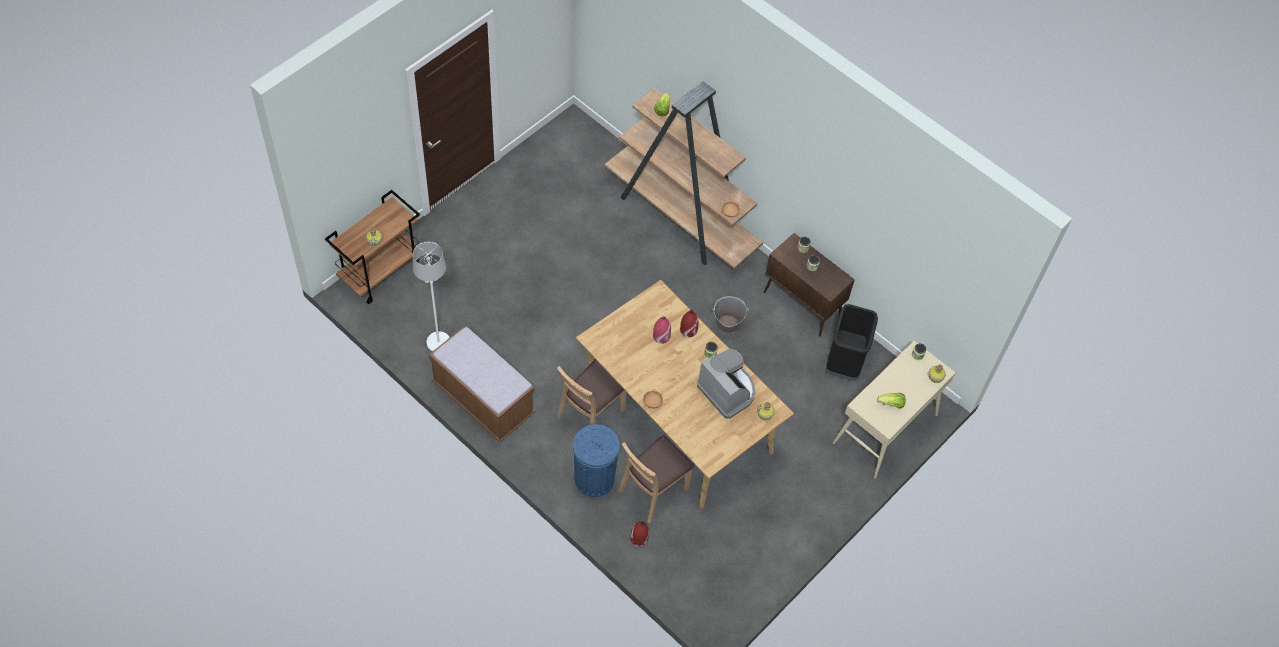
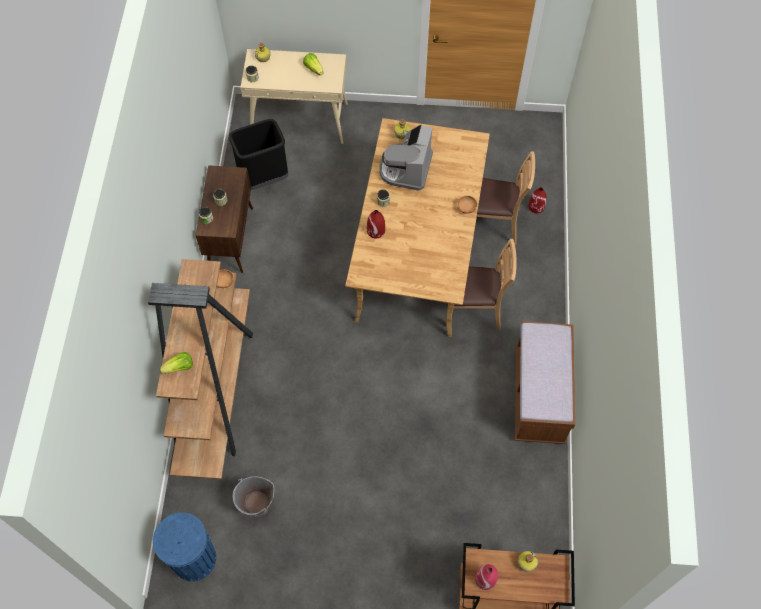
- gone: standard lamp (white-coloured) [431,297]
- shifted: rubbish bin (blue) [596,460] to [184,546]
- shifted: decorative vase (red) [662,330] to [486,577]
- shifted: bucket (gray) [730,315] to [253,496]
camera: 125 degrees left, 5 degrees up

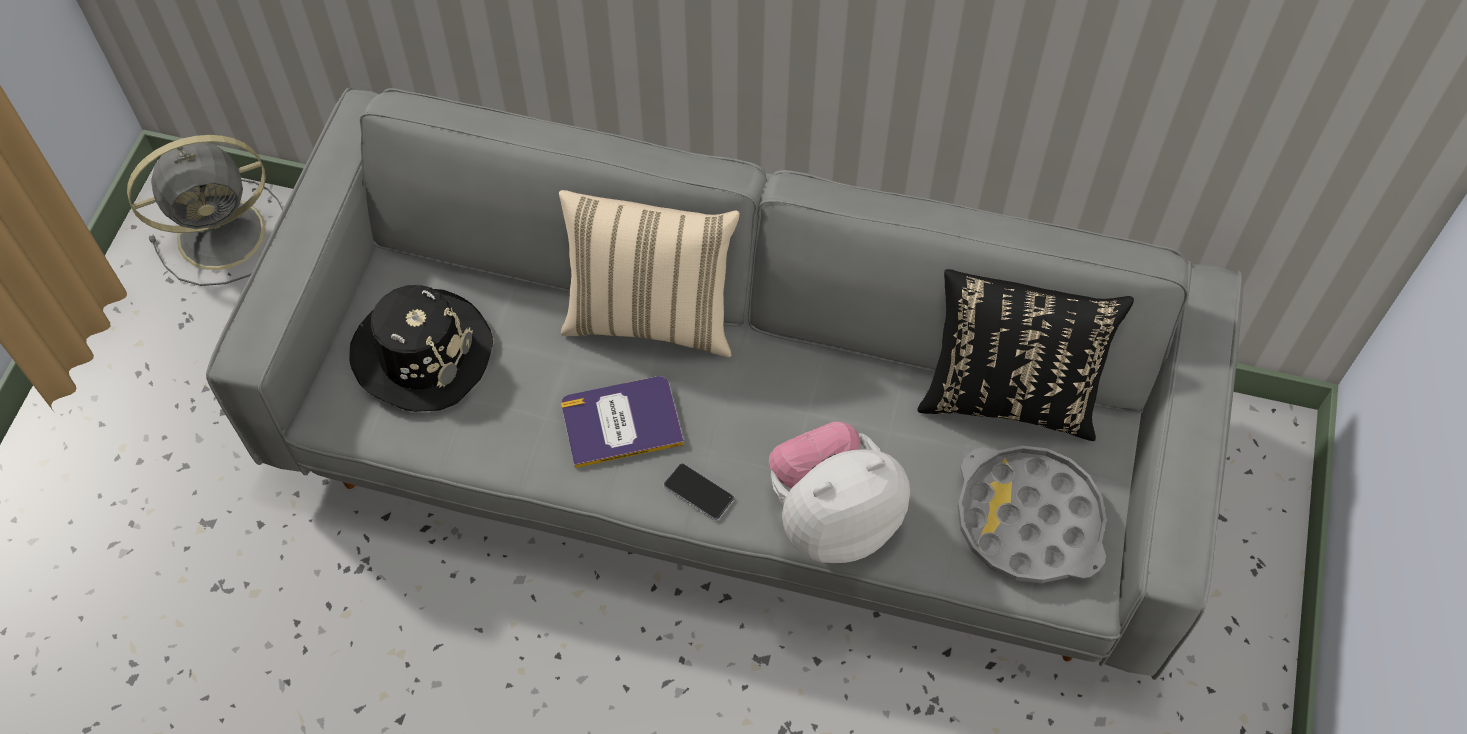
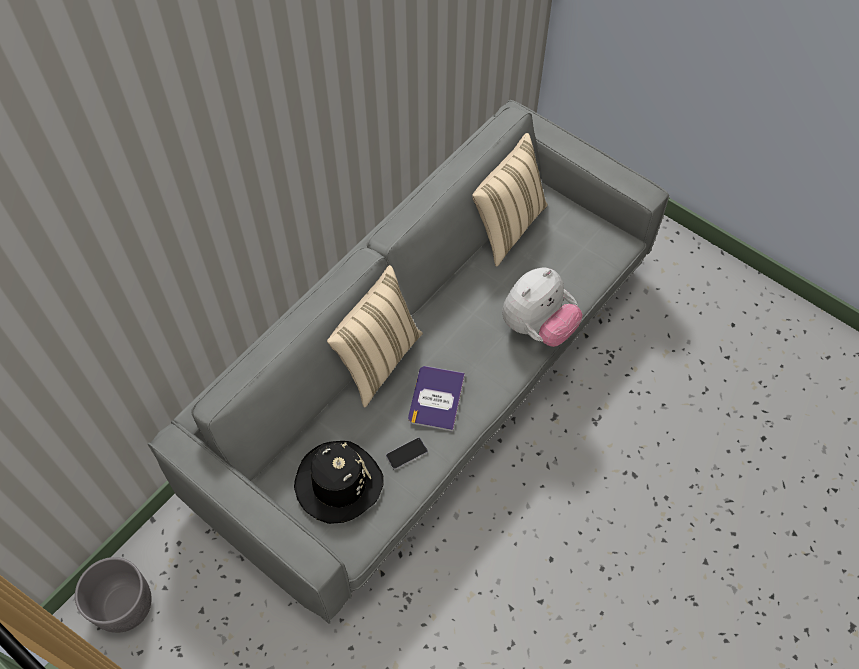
- swapped: cooling fan (gray) [205,210] to planter (gray) [113,595]
- shifted: phone [698,491] to [407,453]
- rotated: cuddly toy [839,492] = [542,307] 135 degrees counterclockwise
- repainted: throw pillow (black) [1025,355] to throw pillow (beige-coloured) [510,200]
- gone: carrying tray (gray) [1032,515]
camera: 65 degrees left, 0 degrees up

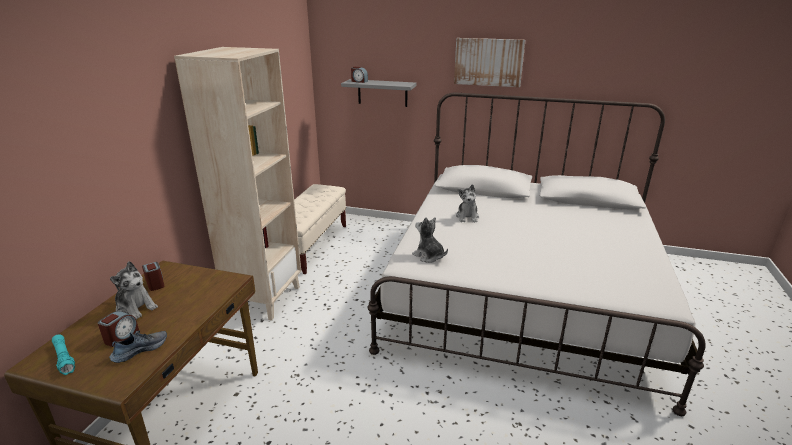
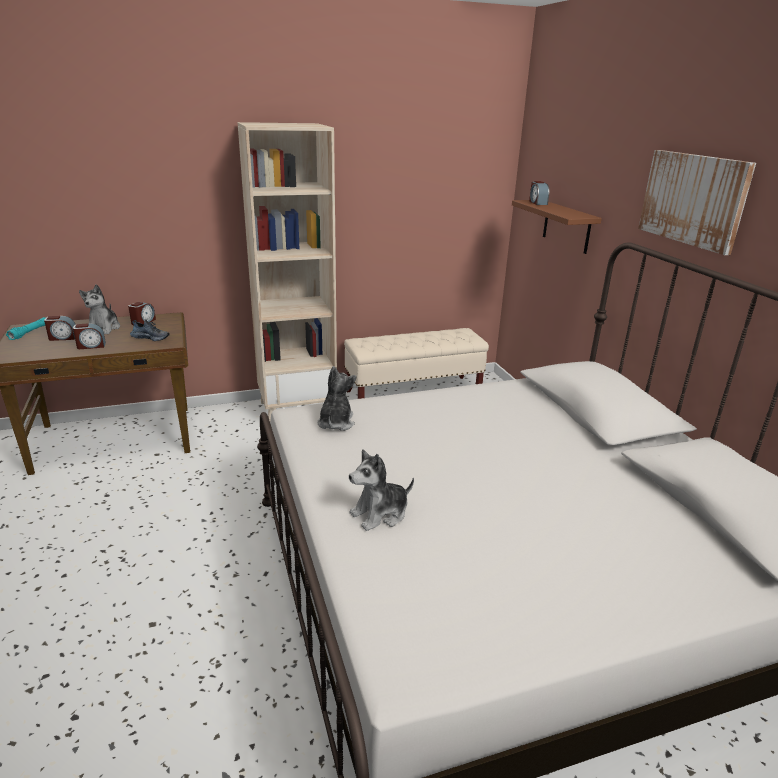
- shifted: low shoe [138,347] to [150,330]
- repainted: wall shelf (gray) [378,93] to wall shelf (brown-coloured) [557,227]
- shifted: cuddly toy [467,203] to [381,490]
- new: bedside clock [89,336]
camera: 55 degrees right, 0 degrees up

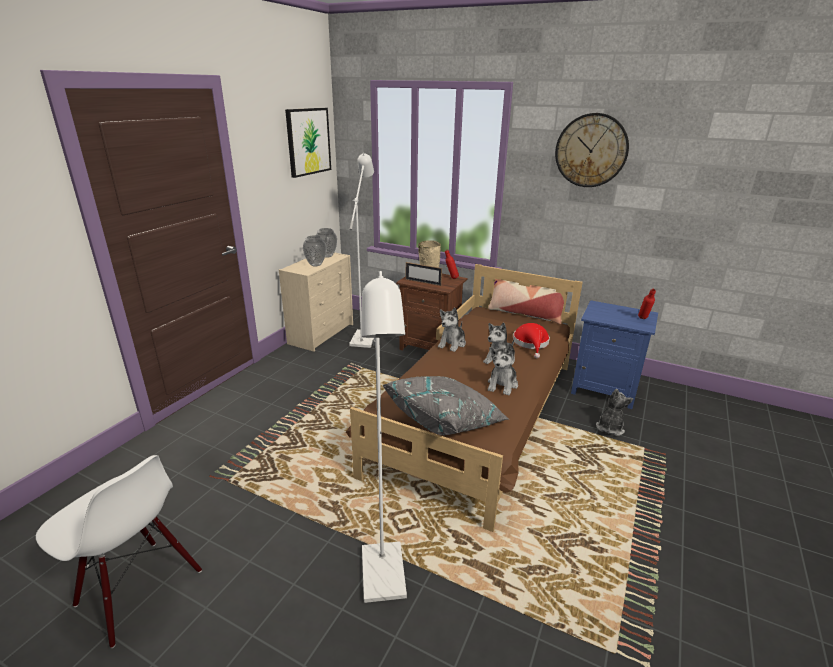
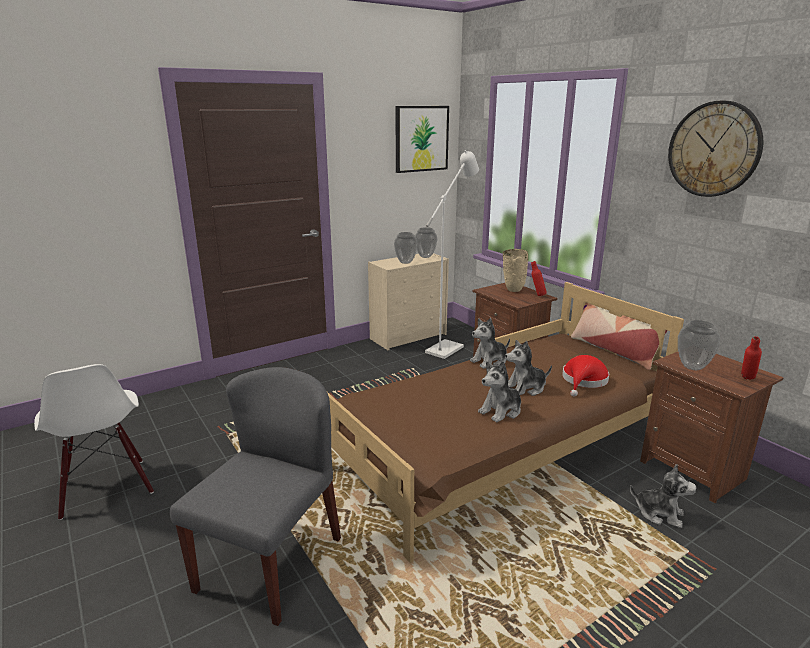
- swapped: standard lamp (white-coloured) [384,437] to plain chair (gray) [255,496]
- gone: throw pillow (gray) [445,405]
- gone: picture frame [424,274]
- repainted: bedside table (blue) [614,354] to bedside table (brown-coloured) [712,428]
- rotated: cuddly toy [614,412] = [663,496] 60 degrees clockwise
- new: decorative vase [699,345]
camera: 30 degrees right, 5 degrees down

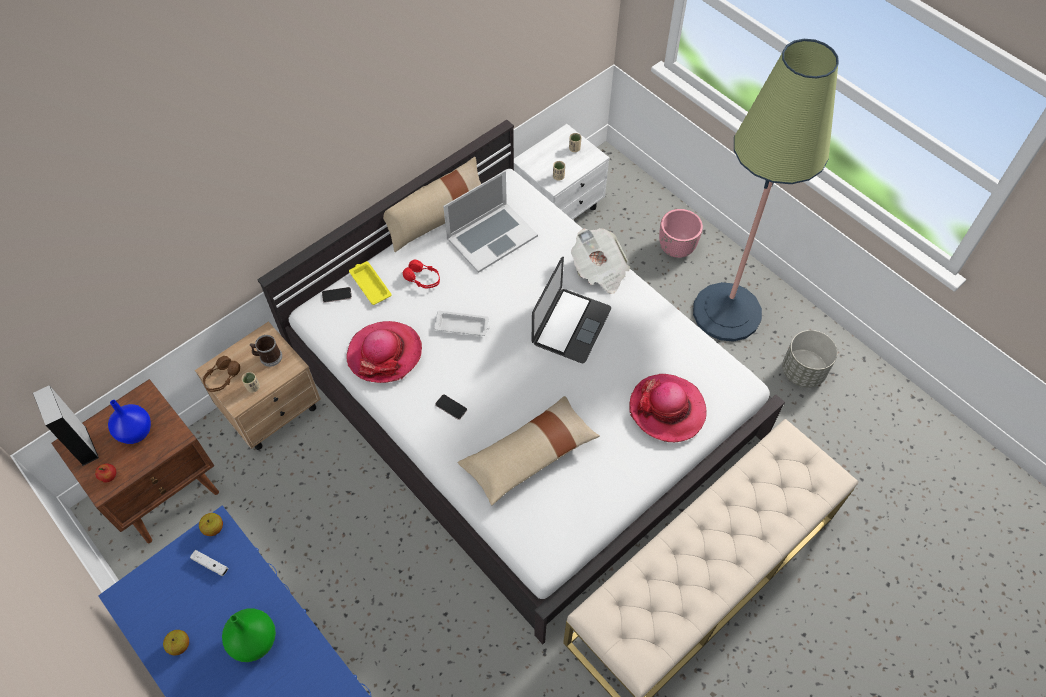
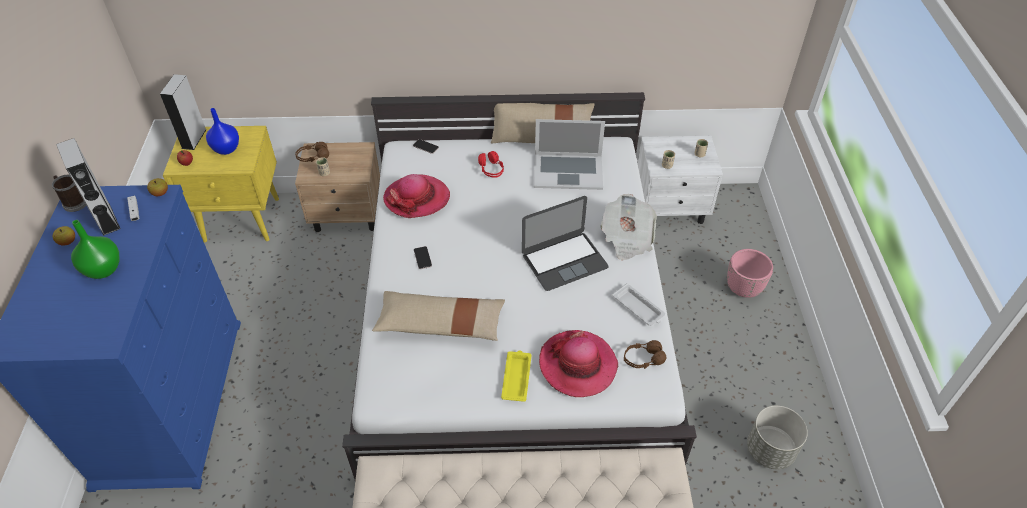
- repainted: bedside table (brown-coloured) [135,461] to bedside table (yellowish) [221,184]
- shifted: coffee mug [266,351] to [69,193]
- shifted: carrying tray (yellowish) [370,283] to [516,376]
- shifted: carrying tray (white-coloured) [462,323] to [638,304]
- gone: standard lamp [766,190]
- new: audio speaker (gray) [88,187]
- new: headphones (brown-coloured) [645,354]
camera: 40 degrees right, 10 degrees down

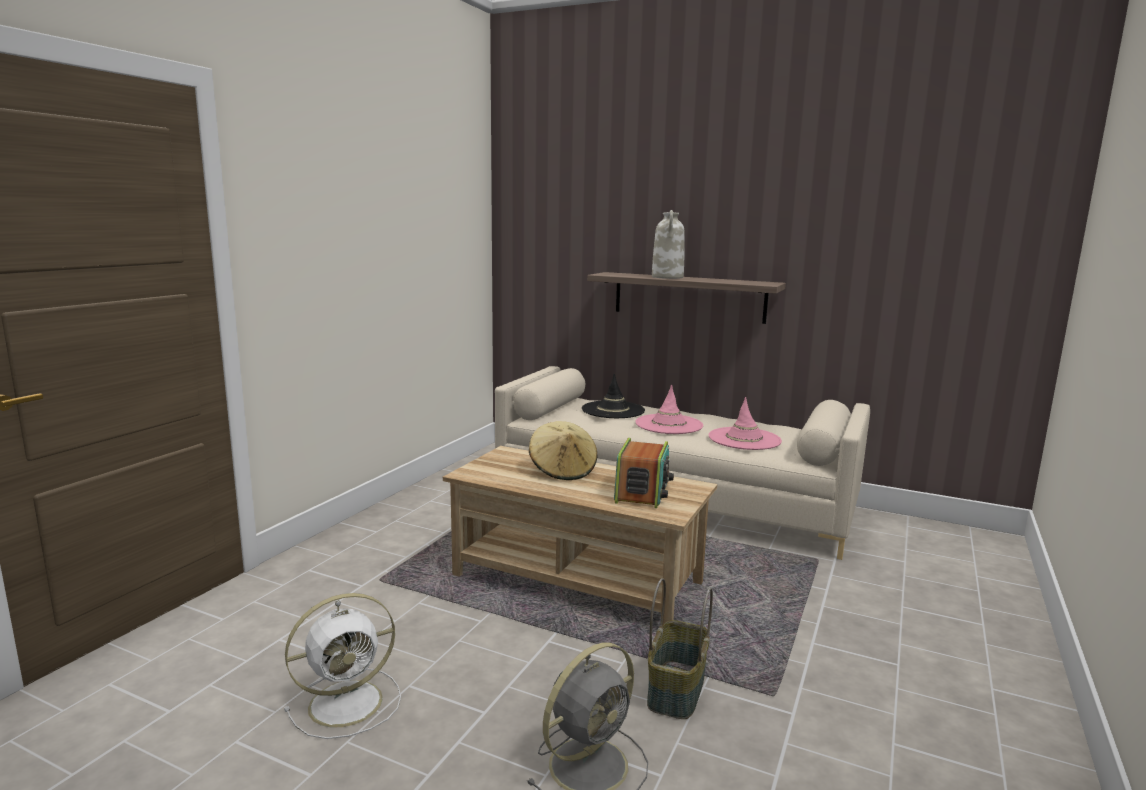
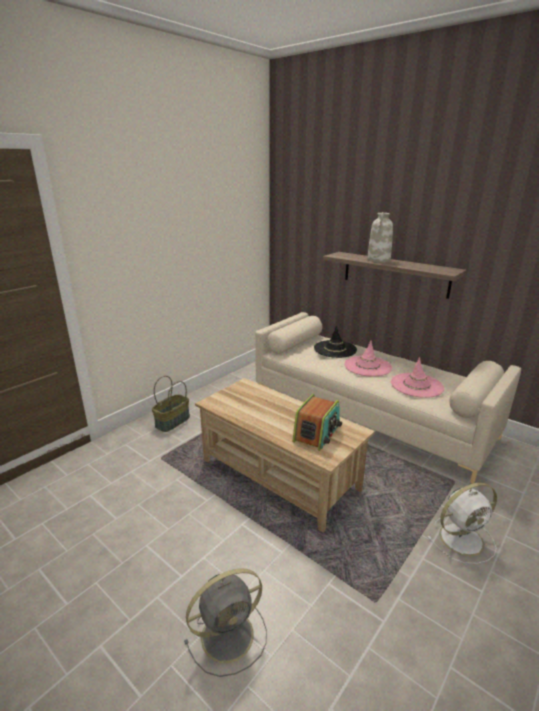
- shifted: cooling fan (white-coloured) [342,666] to [462,523]
- gone: clothing hat (beige-coloured) [563,450]
- shifted: storage basket [680,648] to [171,404]
camera: 15 degrees right, 10 degrees up

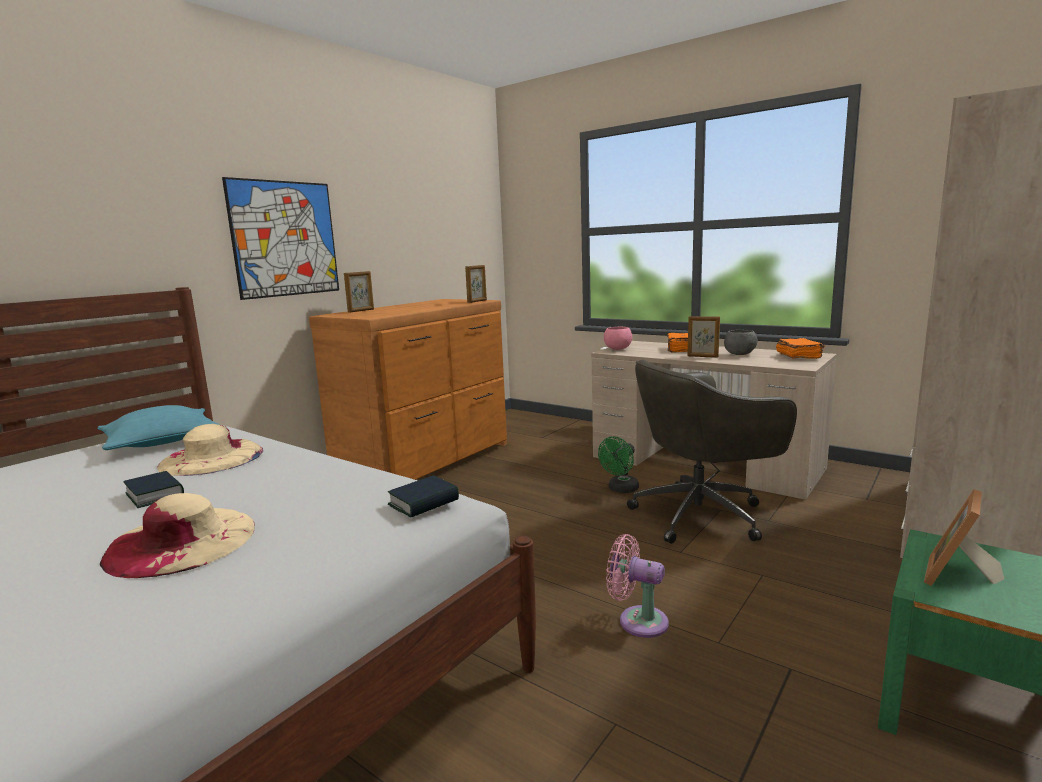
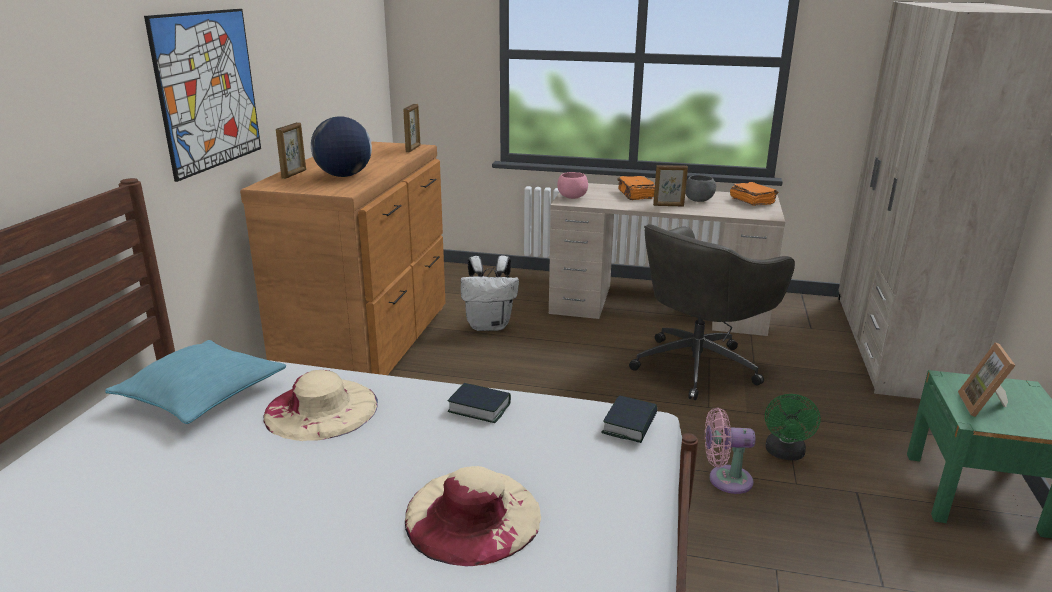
- shifted: volume [153,489] to [479,403]
- shifted: cooling fan (green-coloured) [618,464] to [793,427]
- new: desk globe [341,146]
- new: backpack (white-coloured) [490,293]
camera: 25 degrees left, 10 degrees up

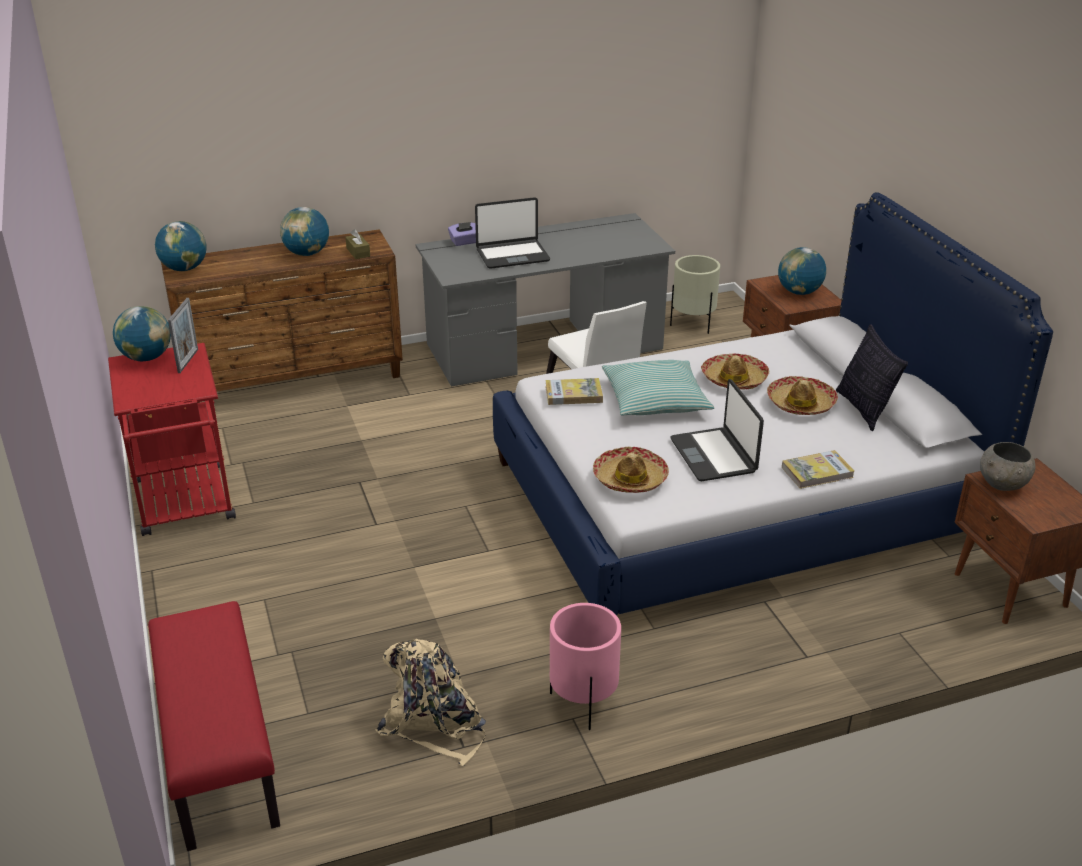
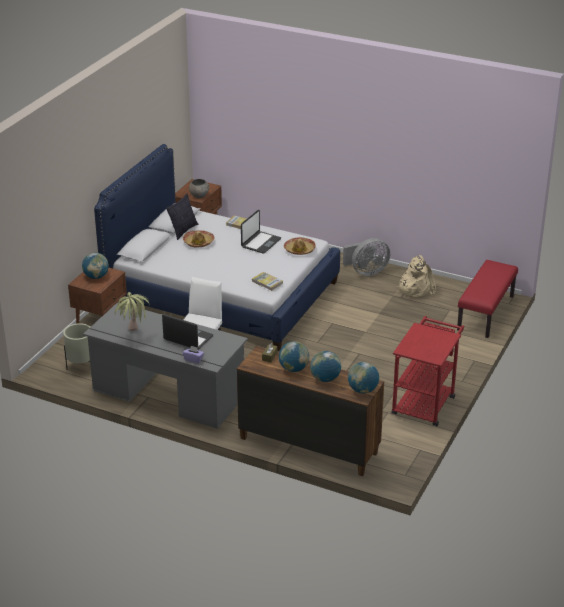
- shifted: desk globe [142,333] to [325,366]
- gone: picture frame [183,335]
- swapped: planter (pink) [585,666] to cooling fan (gray) [366,257]
- gone: throw pillow [658,388]
- gone: clothing hat [735,371]
- new: potted plant [131,311]
camera: 135 degrees left, 0 degrees up

